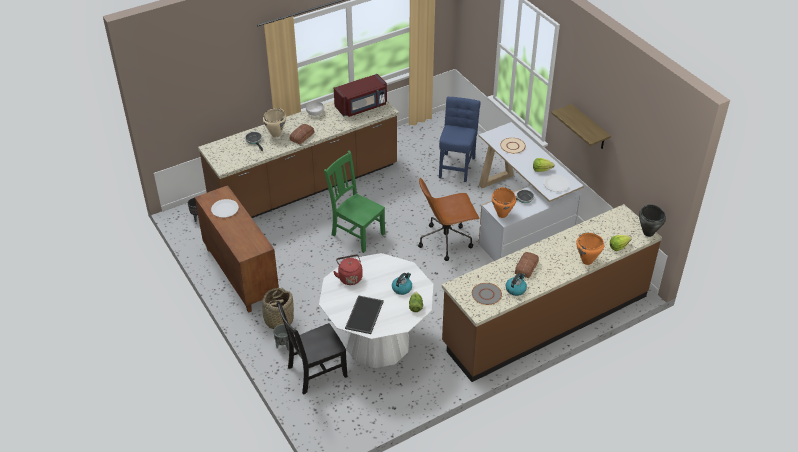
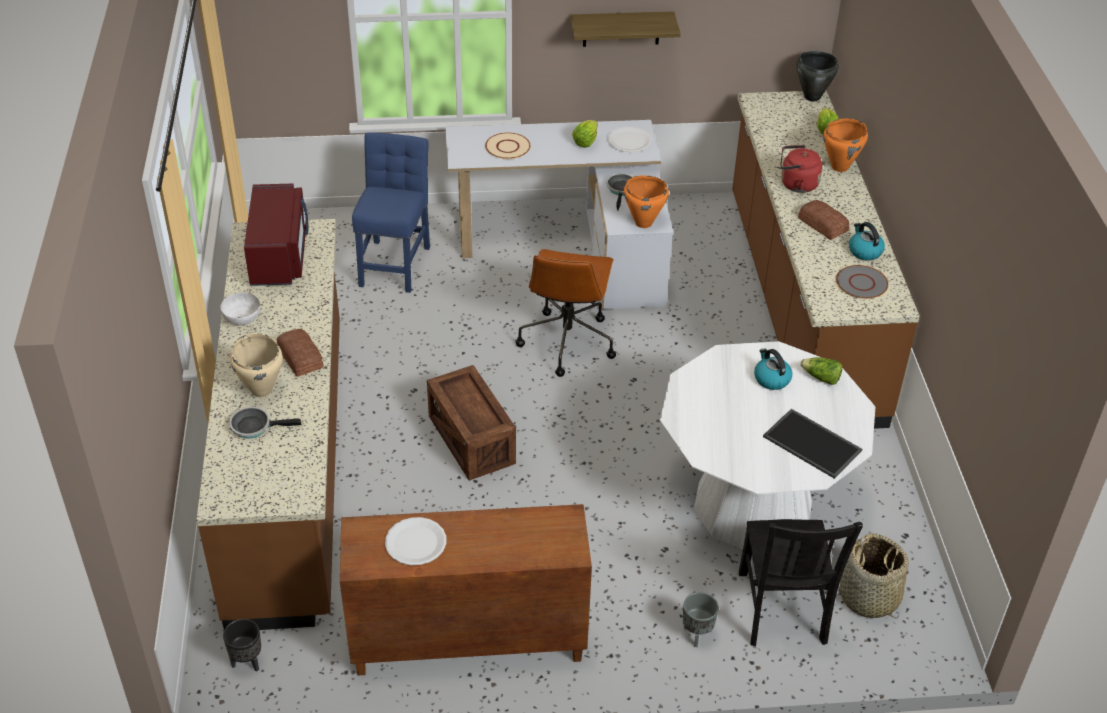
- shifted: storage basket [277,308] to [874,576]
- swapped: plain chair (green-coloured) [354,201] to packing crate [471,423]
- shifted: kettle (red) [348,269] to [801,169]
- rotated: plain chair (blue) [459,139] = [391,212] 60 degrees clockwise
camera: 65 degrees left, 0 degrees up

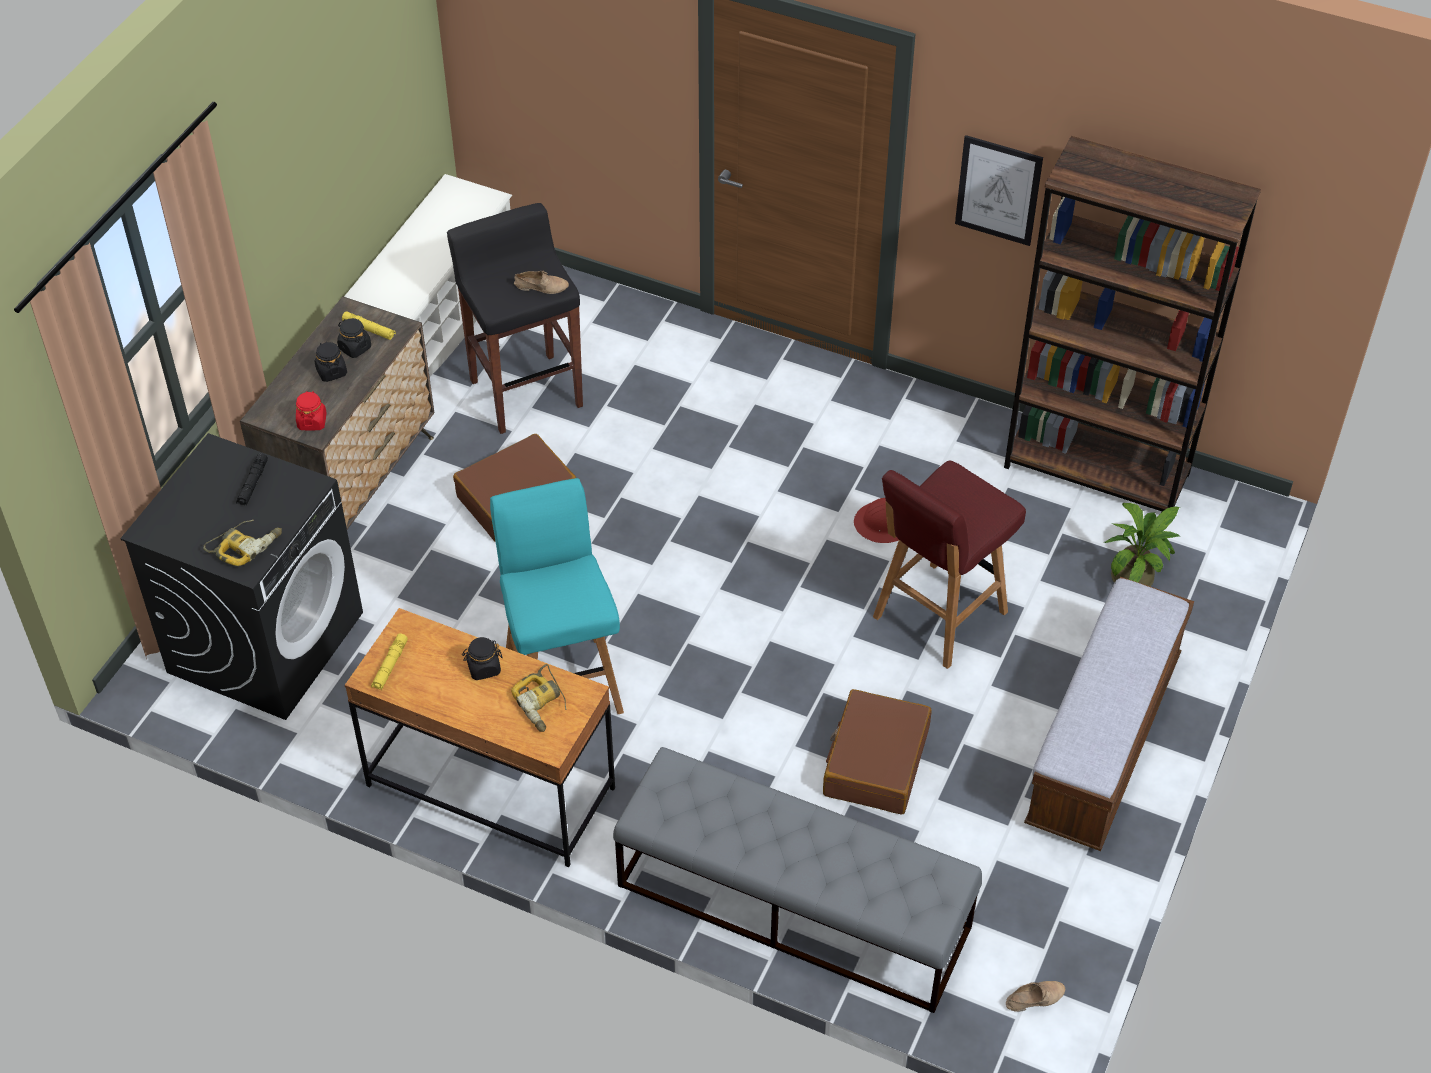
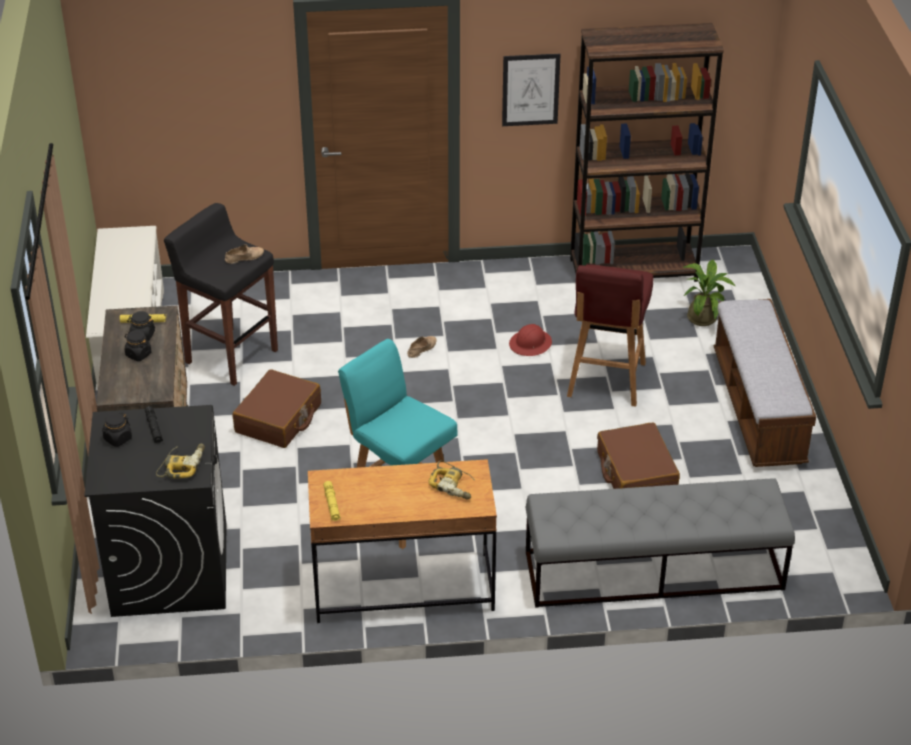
- gone: preserve jar (red) [311,411]
- shifted: preserve jar (black) [482,658] to [117,430]
- shifted: low shoe (beige-coloured) [1035,996] to [422,347]
camera: 30 degrees left, 10 degrees down

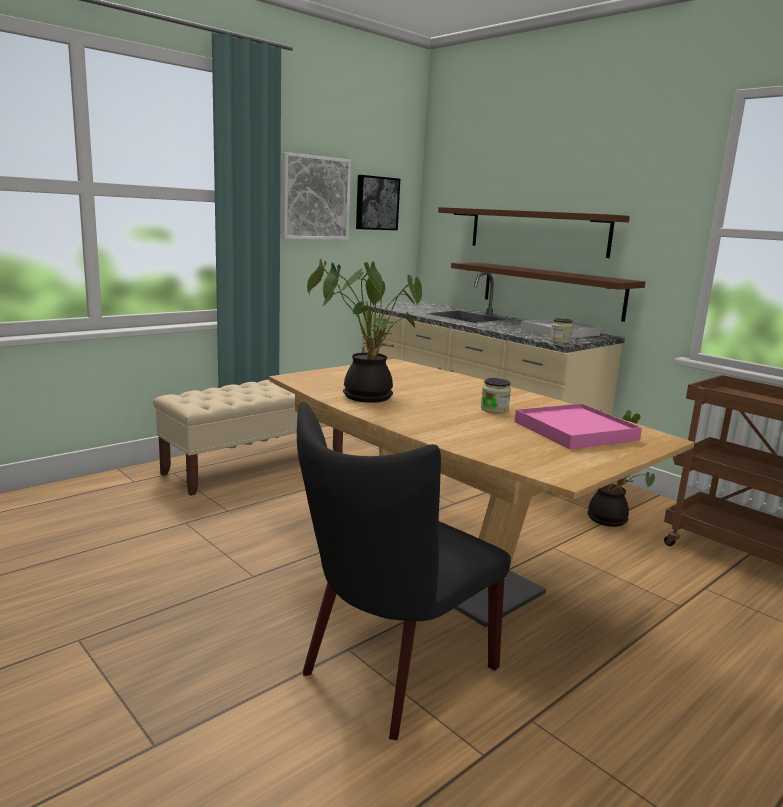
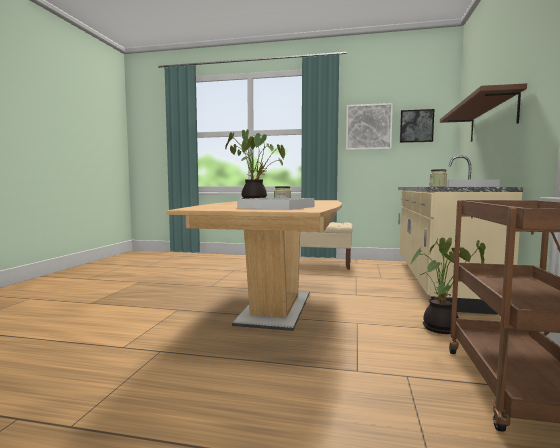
- gone: plain chair (black) [404,571]
- gone: wall shelf (brown-coloured) [548,292]
- repainted: carrying tray (pink) [578,426] to carrying tray (white-coloured) [275,204]
camera: 55 degrees right, 10 degrees down

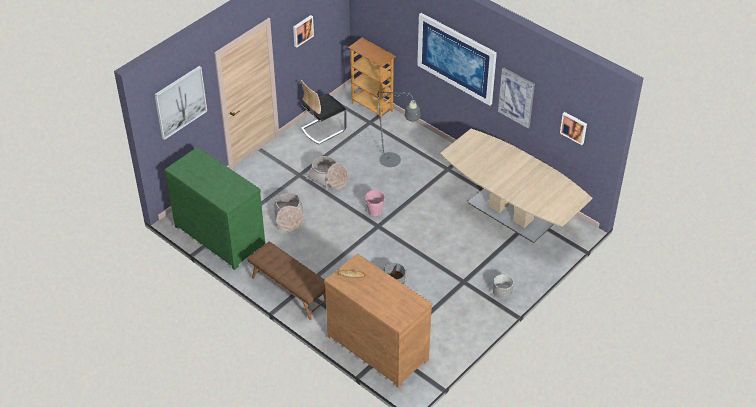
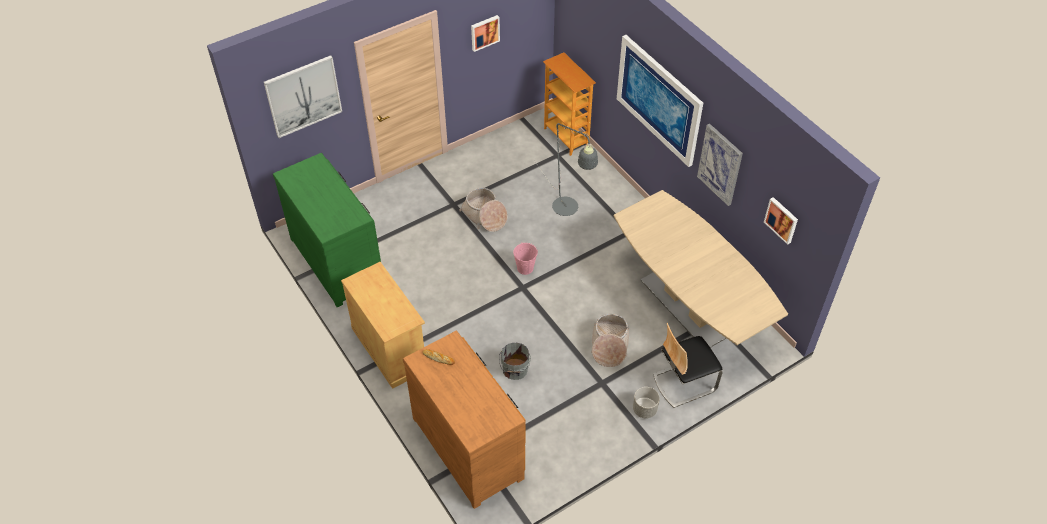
- swapped: indoor bench (brown-coloured) [286,281] to cupboard (beige-coloured) [383,325]
- shifted: storage basket [289,212] to [610,340]
- shifted: plain chair [324,112] to [688,365]
camera: 15 degrees right, 5 degrees up

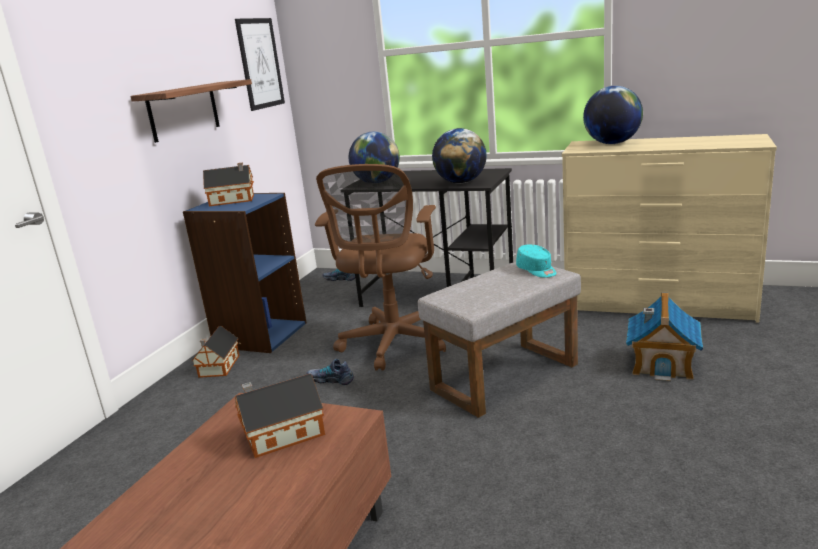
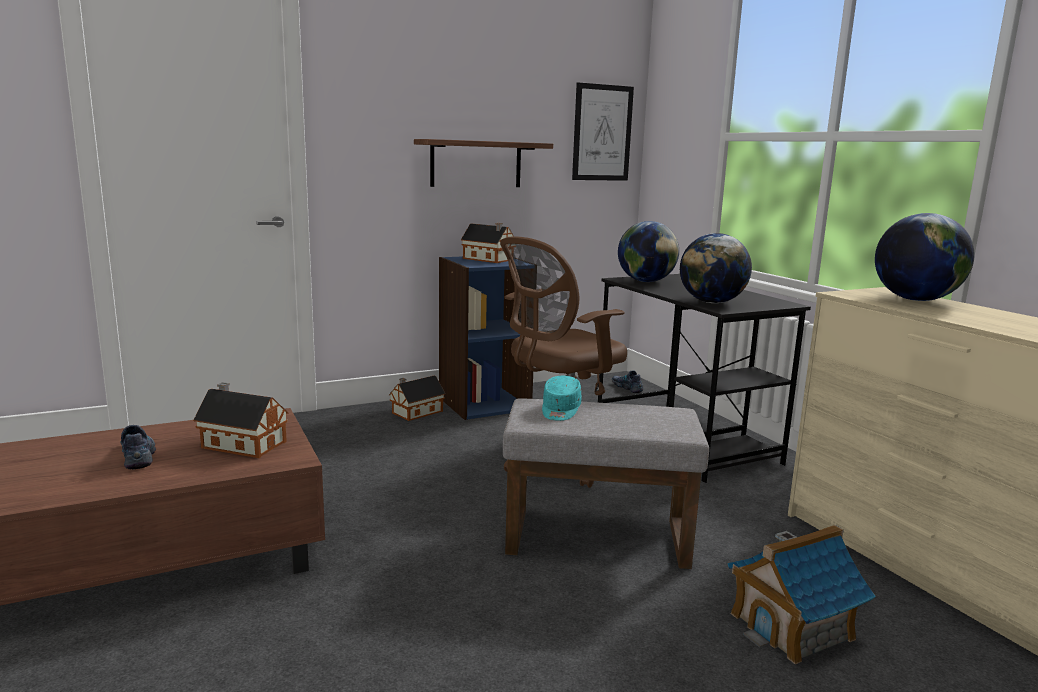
- shifted: low shoe [330,372] to [138,447]
- shifted: cap (turquoise-coloured) [536,261] to [562,398]
camera: 40 degrees right, 5 degrees down

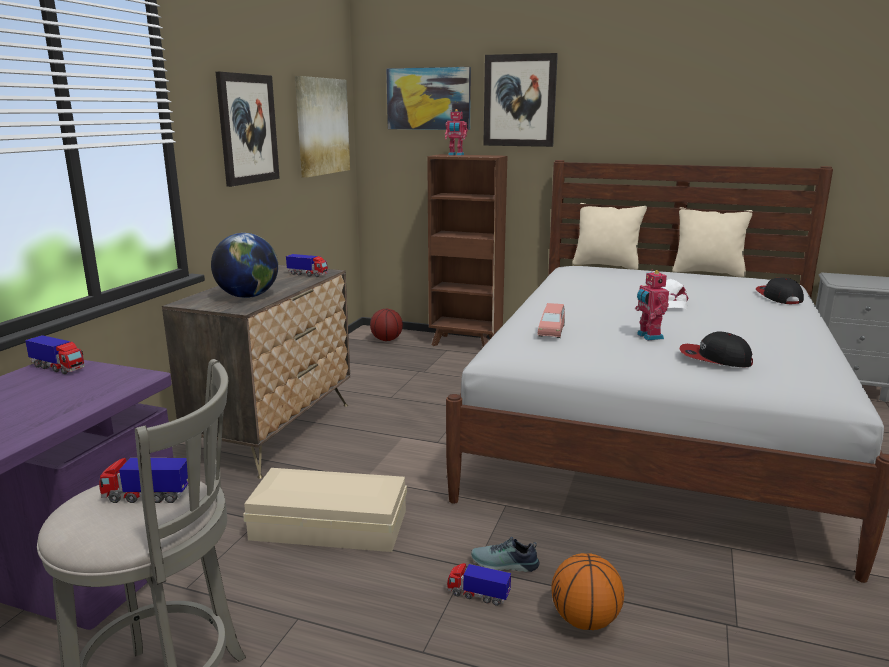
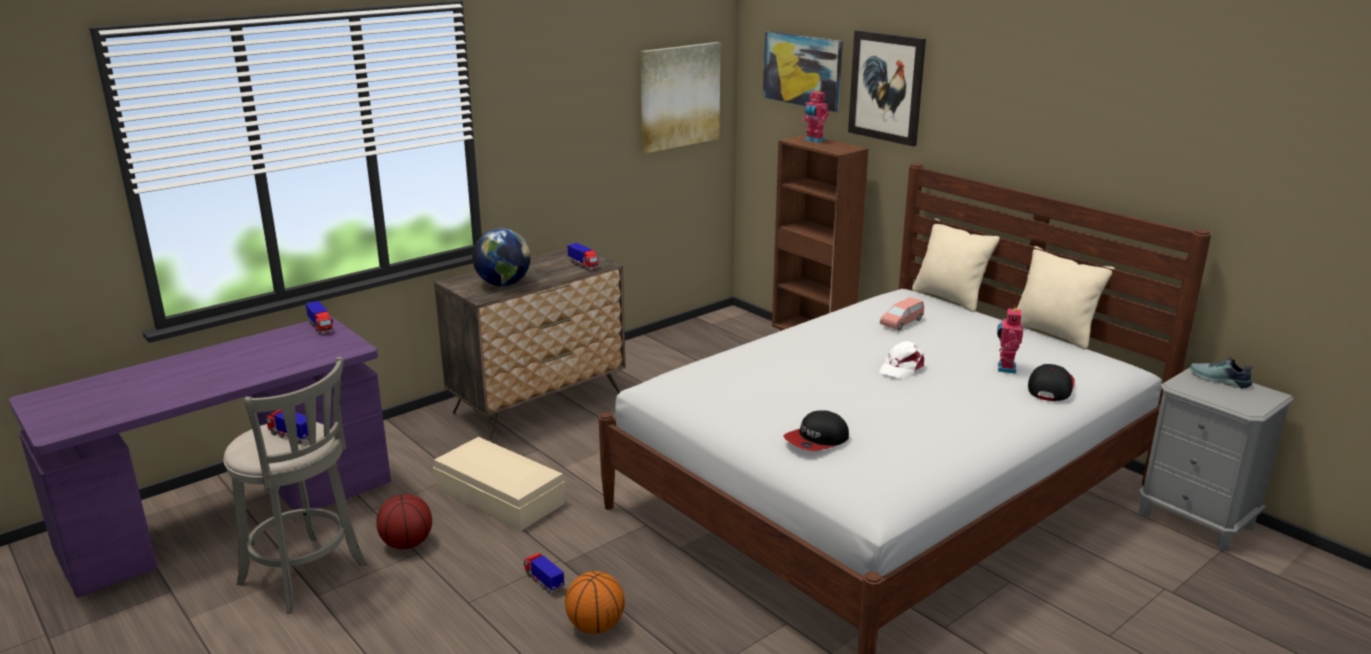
- gone: wall art [248,129]
- shifted: basketball ball [386,325] to [404,521]
- shifted: low shoe [505,554] to [1221,373]
- shifted: miniature car (pink) [551,320] to [902,314]
- shifted: robot figure [652,305] to [1010,340]
- rotated: cap [716,349] = [816,430] 90 degrees counterclockwise
camera: 30 degrees right, 5 degrees up

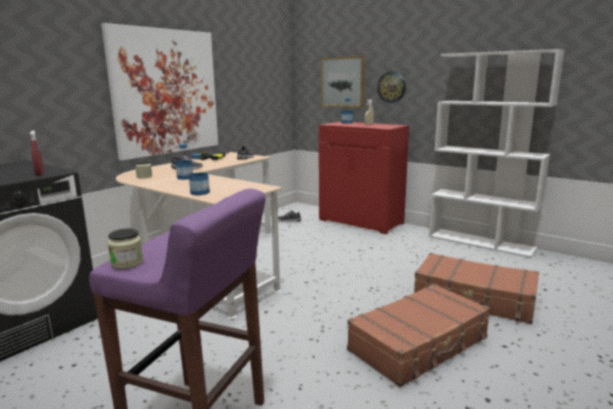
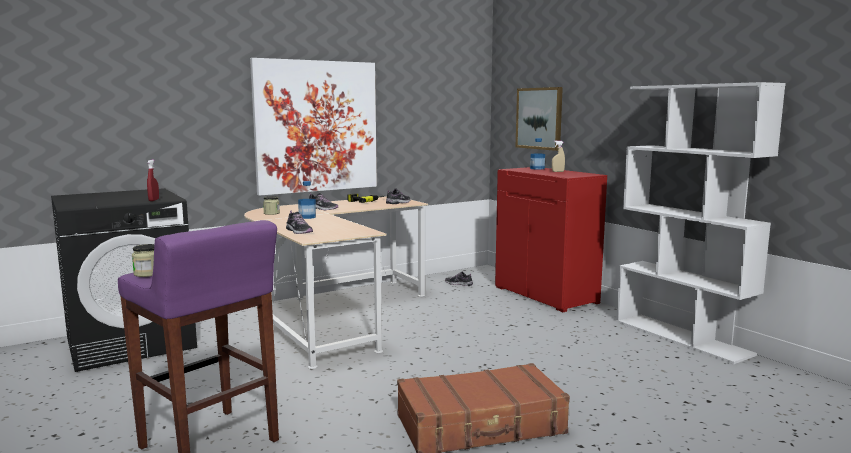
- swapped: drink bottle [199,174] to low shoe [299,222]
- gone: wall clock [391,87]
- gone: travel case (brown-coloured) [476,288]
camera: 20 degrees right, 5 degrees down

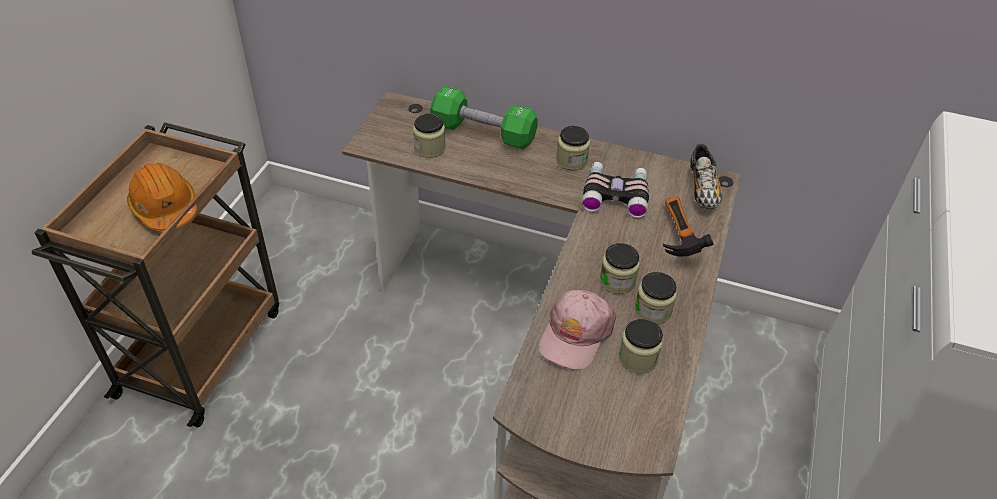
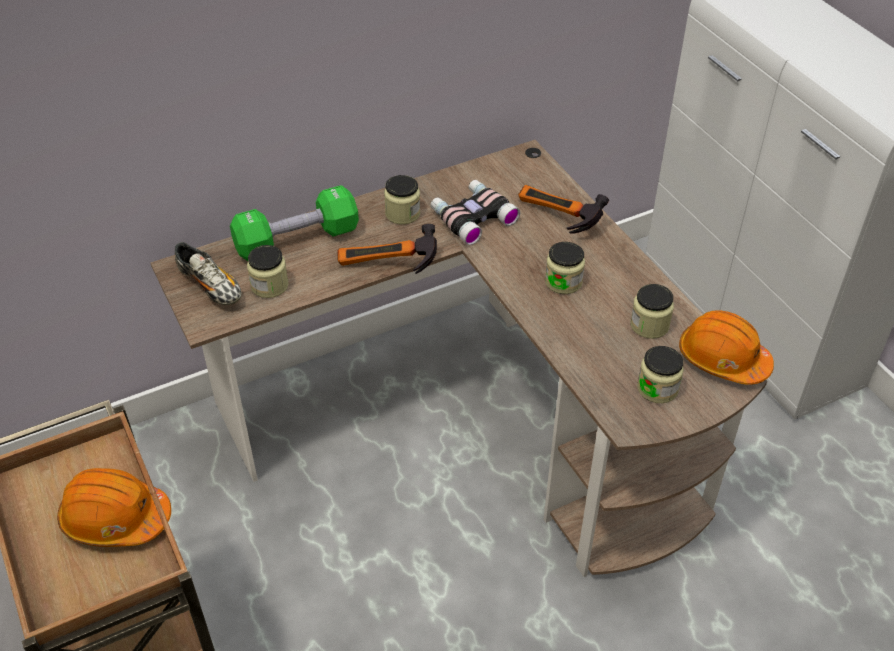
- gone: cap (pink) [577,330]
- shifted: preserve jar [655,298] to [660,374]
- shifted: low shoe [706,176] to [208,273]
- new: tool hammer [387,249]
- new: safety helmet (orange-coloured) [726,347]
camera: 45 degrees left, 0 degrees up

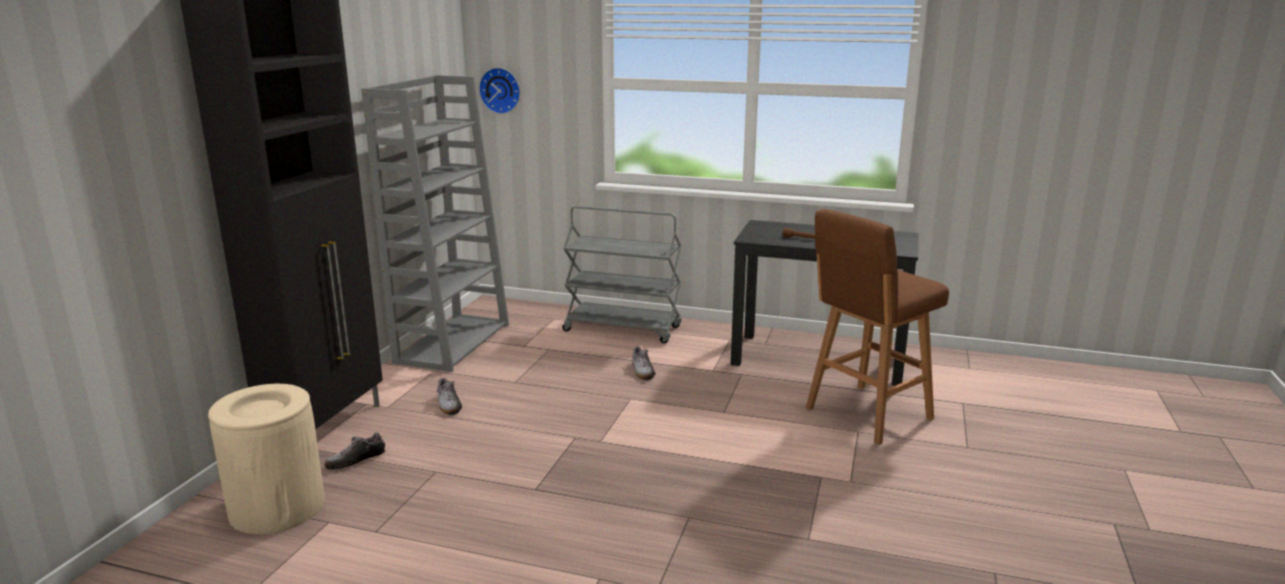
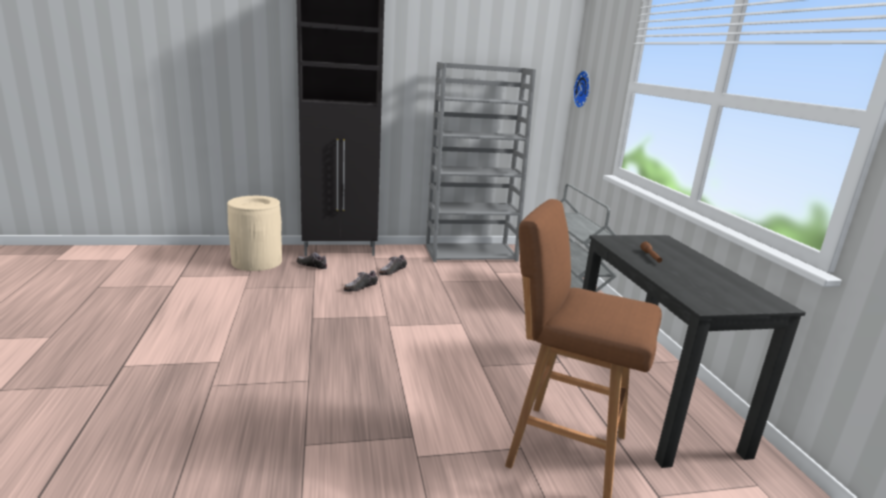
- shifted: low shoe [644,363] to [361,281]
camera: 60 degrees right, 0 degrees up

